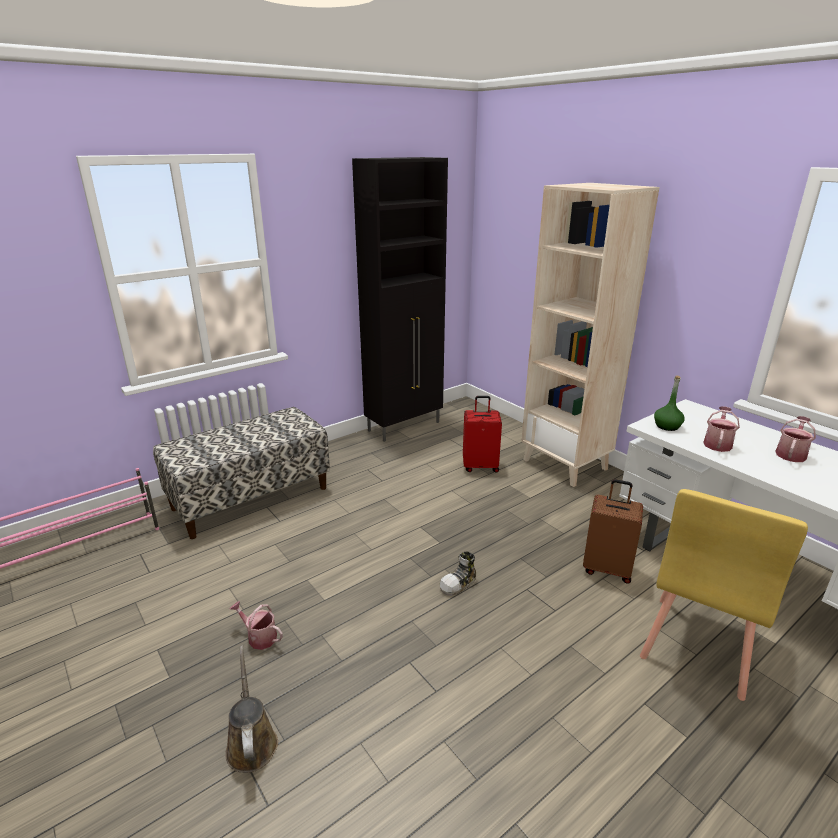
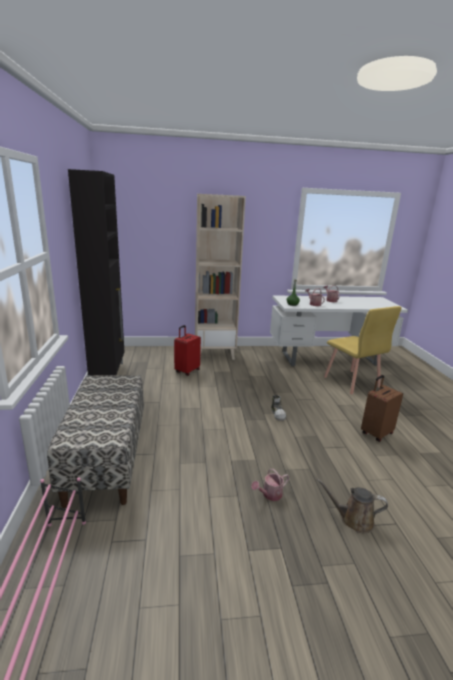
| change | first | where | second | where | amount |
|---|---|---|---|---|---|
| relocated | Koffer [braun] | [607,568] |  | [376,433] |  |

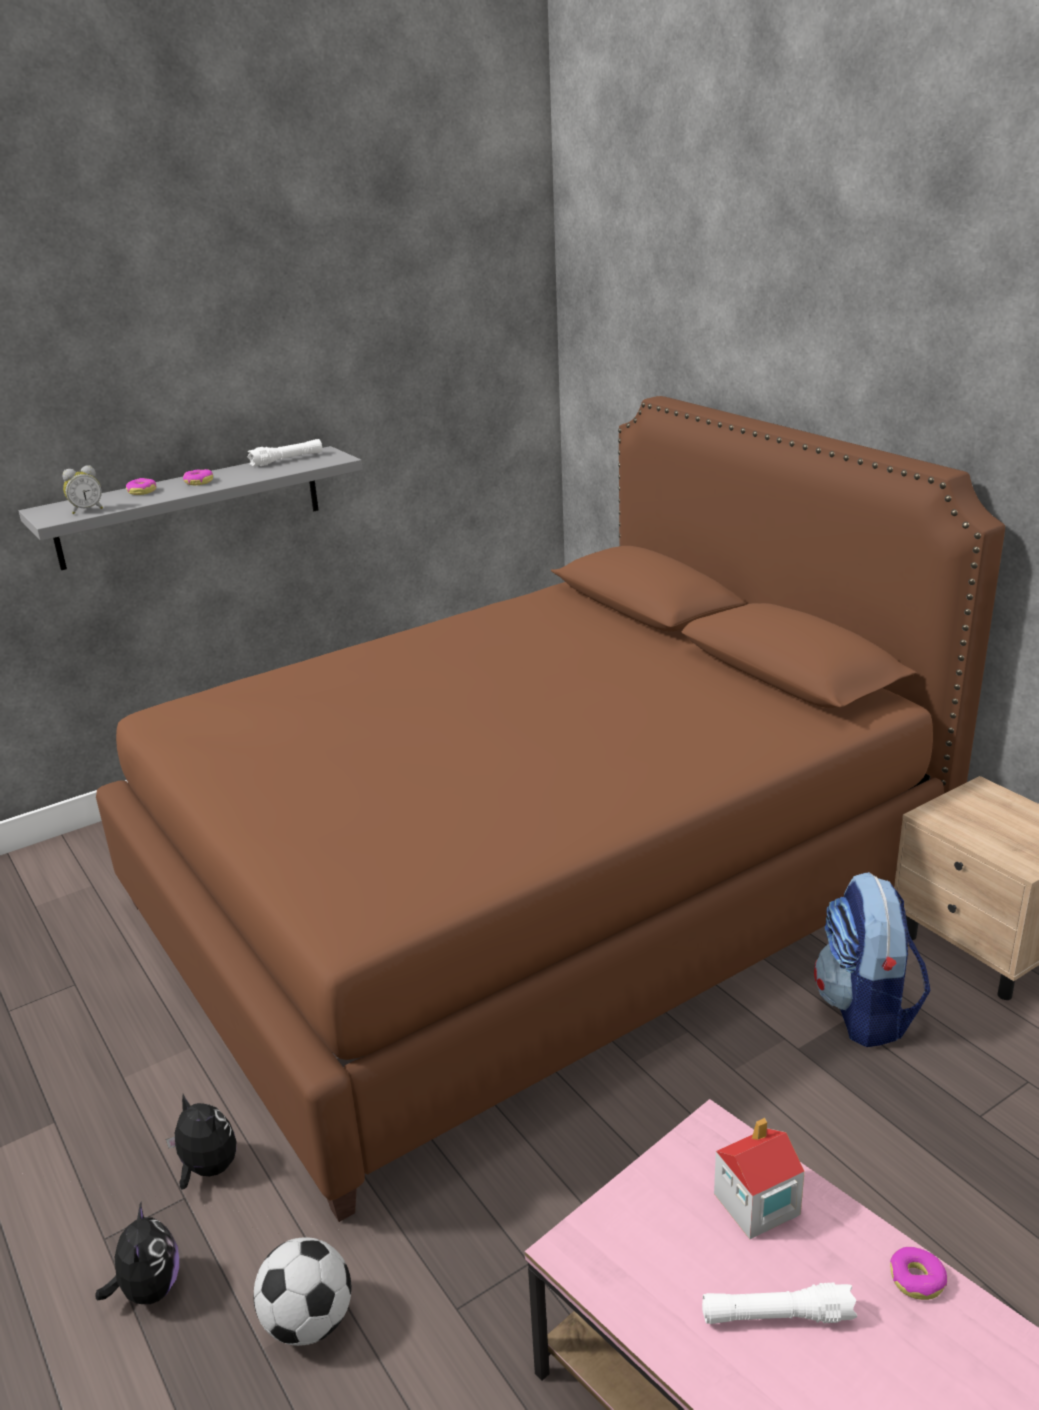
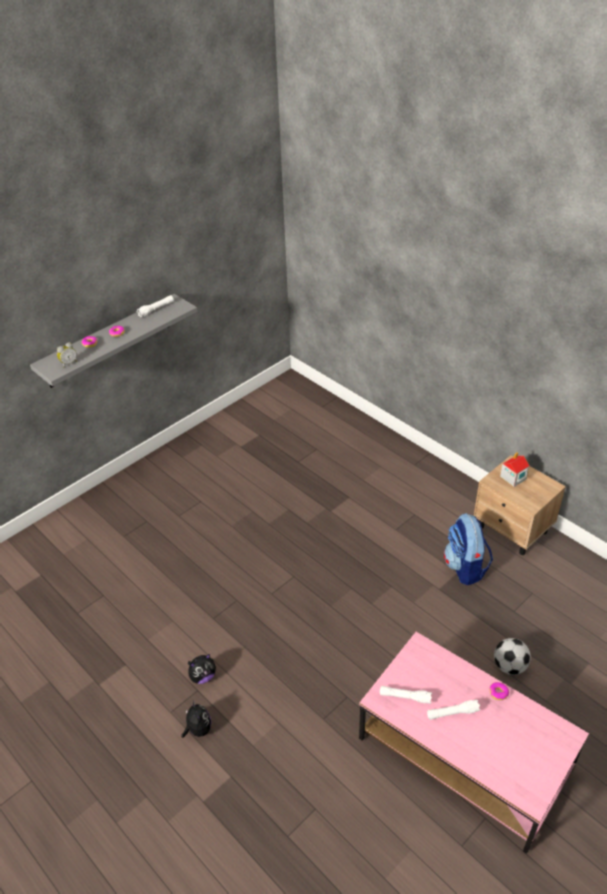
| change | first | where | second | where | amount |
|---|---|---|---|---|---|
| missing | Bett [braun] | [530,894] |  |  |  |
| appeared |  |  | Taschenlampe [weiß] | [405,697] |  |
| relocated | Fußball | [308,1322] |  | [509,666] |  |
| relocated | Spielzeughaus | [755,1204] |  | [513,478] |  |
| spun | Plüschtier | [207,1169] |  | [202,676] | 120 degrees clockwise |

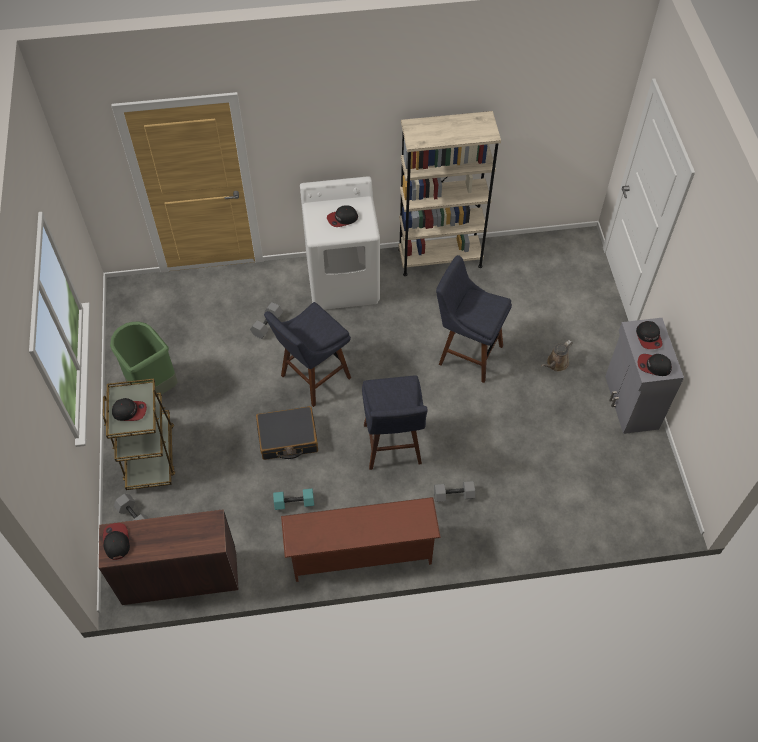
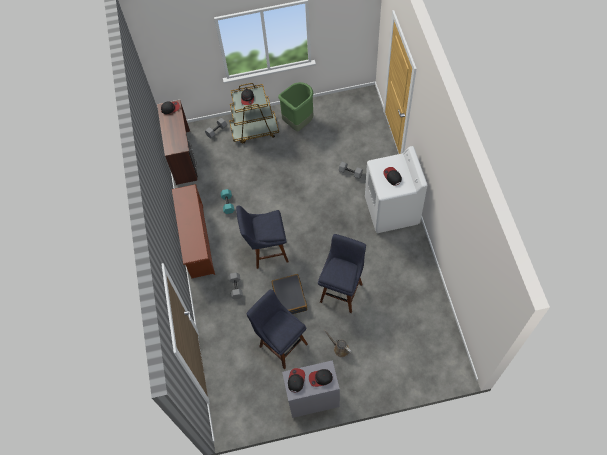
| change | first | where | second | where | amount |
|---|---|---|---|---|---|
| missing | Bücherregal [beige] | [440,258] |  |  |  |
| relocated | Koffer [schwarz] | [287,438] |  | [289,298] |  |
| relocated | Hocker [blau] | [312,379] |  | [281,343] |  |

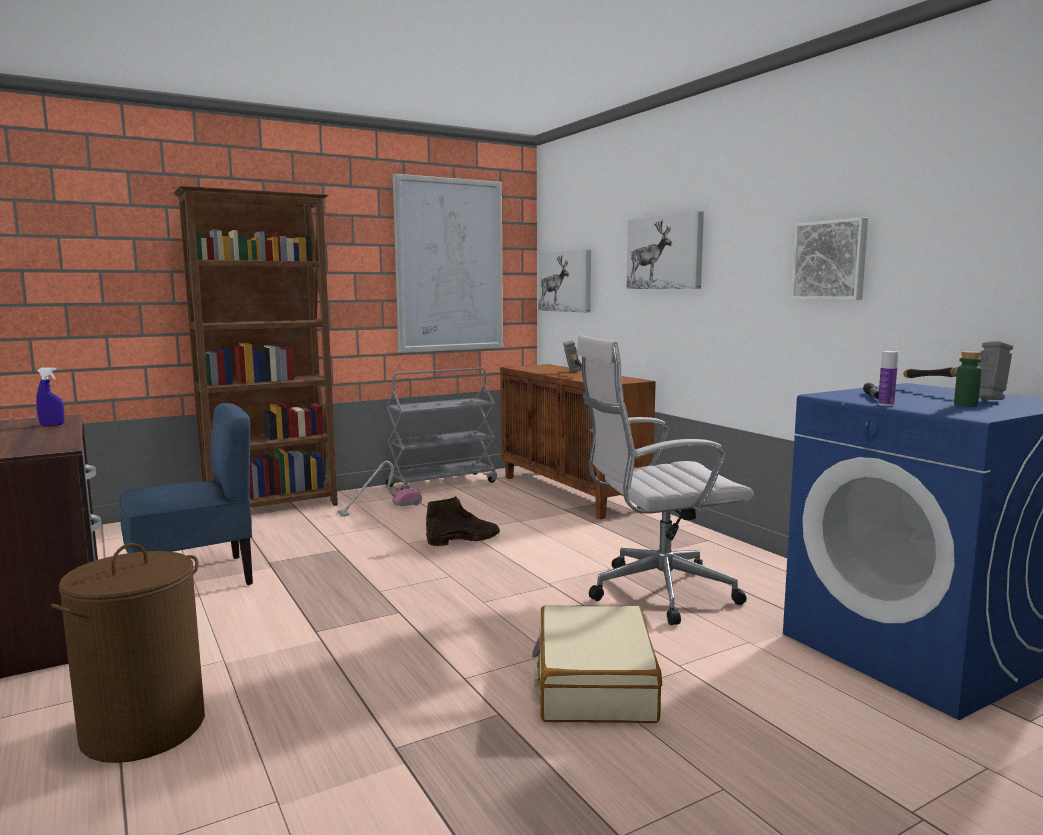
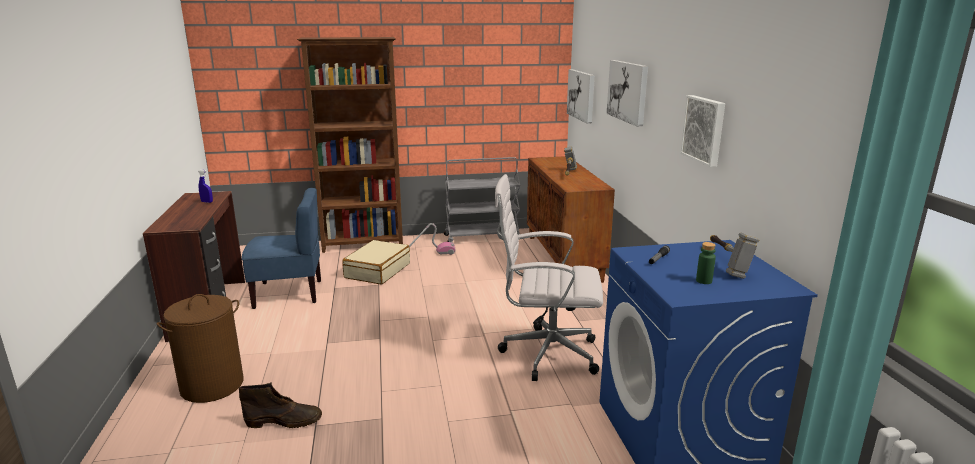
| change | first | where | second | where | amount |
|---|---|---|---|---|---|
| missing | Bild | [449,265] |  |  |  |
| missing | Flasche | [886,404] |  |  |  |
| relocated | Stiefel [braun] | [464,539] |  | [284,421] |  |
| relocated | Koffer [beige] | [593,683] |  | [377,270] |  |

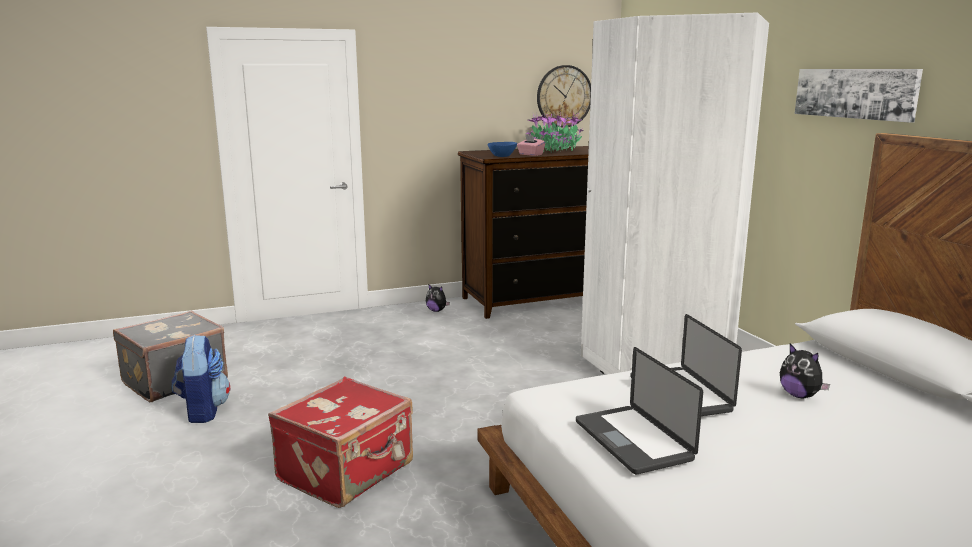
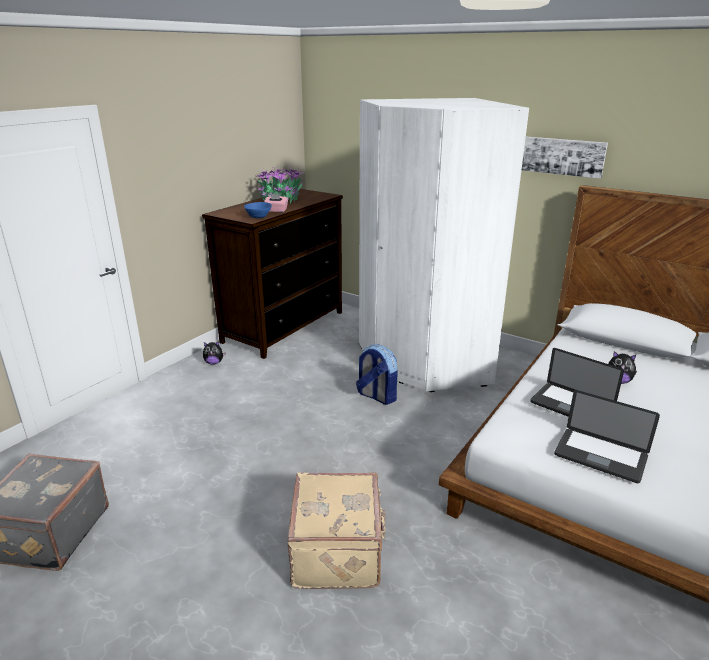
| change | first | where | second | where | amount |
|---|---|---|---|---|---|
| missing | Wanduhr | [564,96] |  |  |  |
| relocated | Rucksack | [202,411] |  | [376,396] |  |
| colour | Koffer [rot] | [348,472] | Koffer [beige] | [338,551] |  |

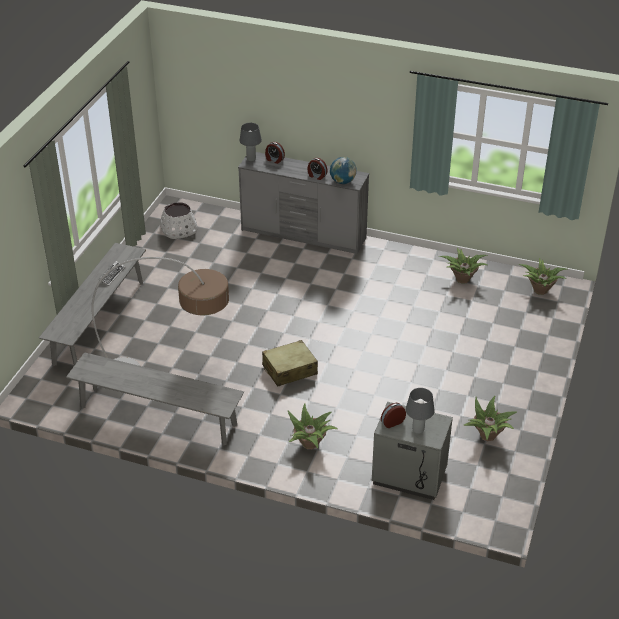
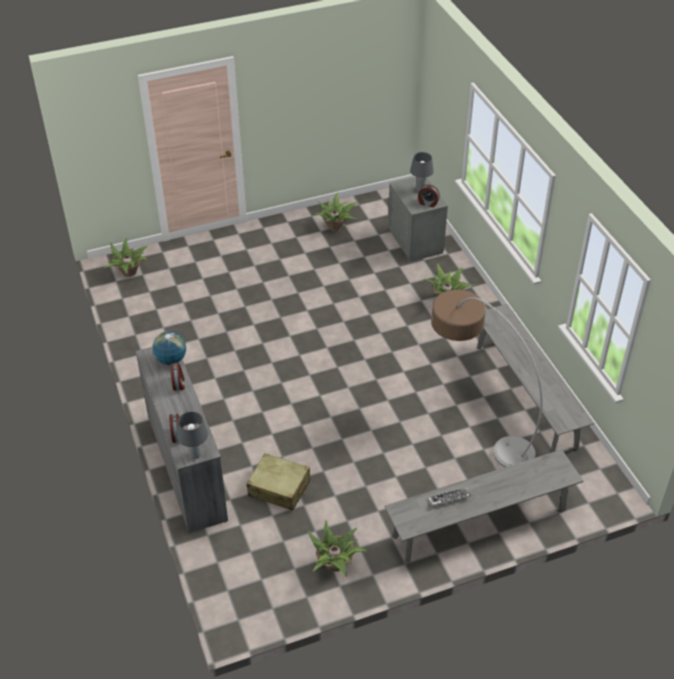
| change | first | where | second | where | amount |
|---|---|---|---|---|---|
| missing | Pflanzkübel [weiß] | [179,230] |  |  |  |
| relocated | Koffer [beige] | [289,370] |  | [279,488] |  |
| relocated | Topfpflanze | [462,279] |  | [335,565] |  |

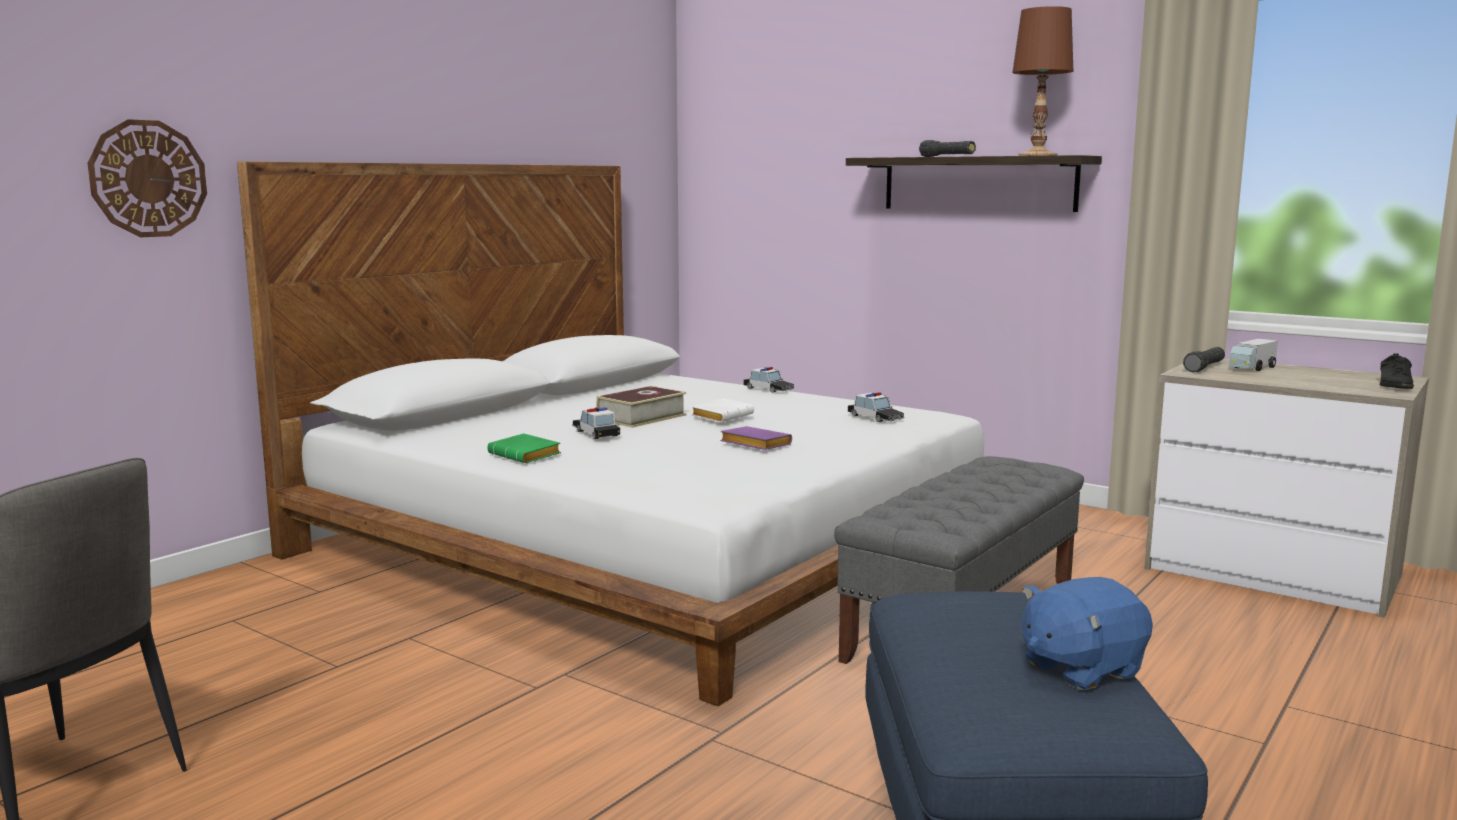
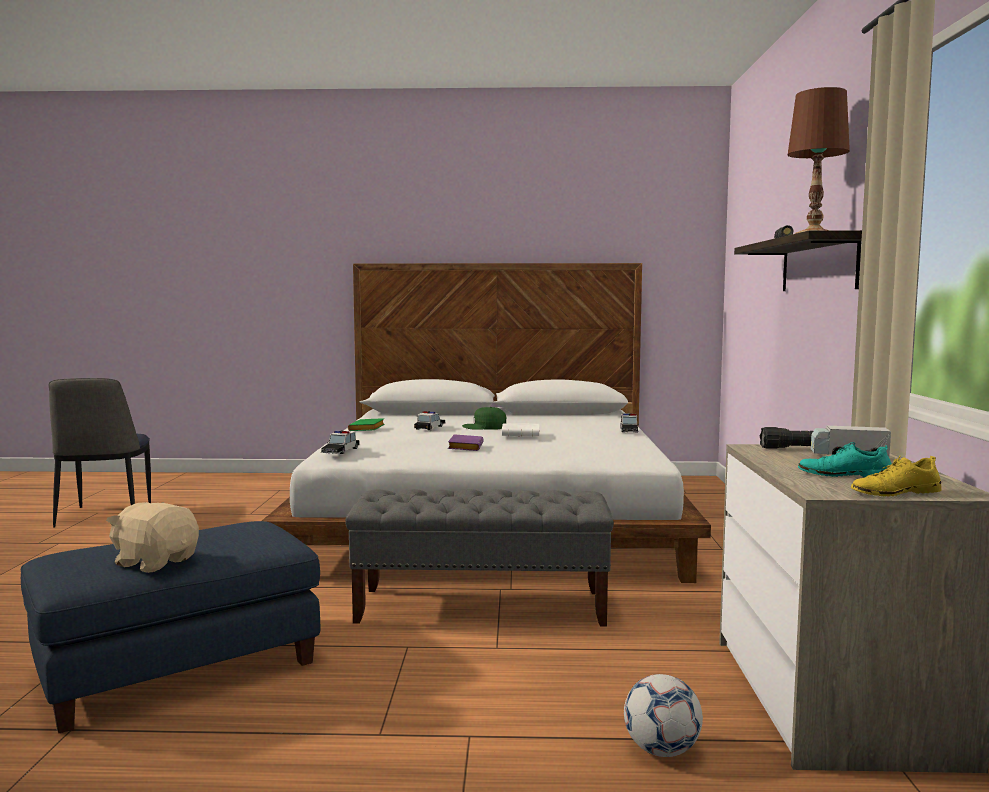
| change | first | where | second | where | amount |
|---|---|---|---|---|---|
| missing | Wanduhr | [148,179] |  |  |  |
| appeared |  |  | Fußball | [661,750] |  |
| appeared |  |  | Schuh [türkis] | [845,475] |  |
| relocated | Spielzeugauto | [875,418] |  | [340,451] |  |
| exchanged | Buch | [641,417] | Kappe [grün] | [485,427] |  |
| colour | Plüschtier [blau] | [1080,668] | Plüschtier [beige] | [156,562] |  |
| colour | Schuh [schwarz] | [1395,385] | Schuh [gelb] | [895,492] |  |

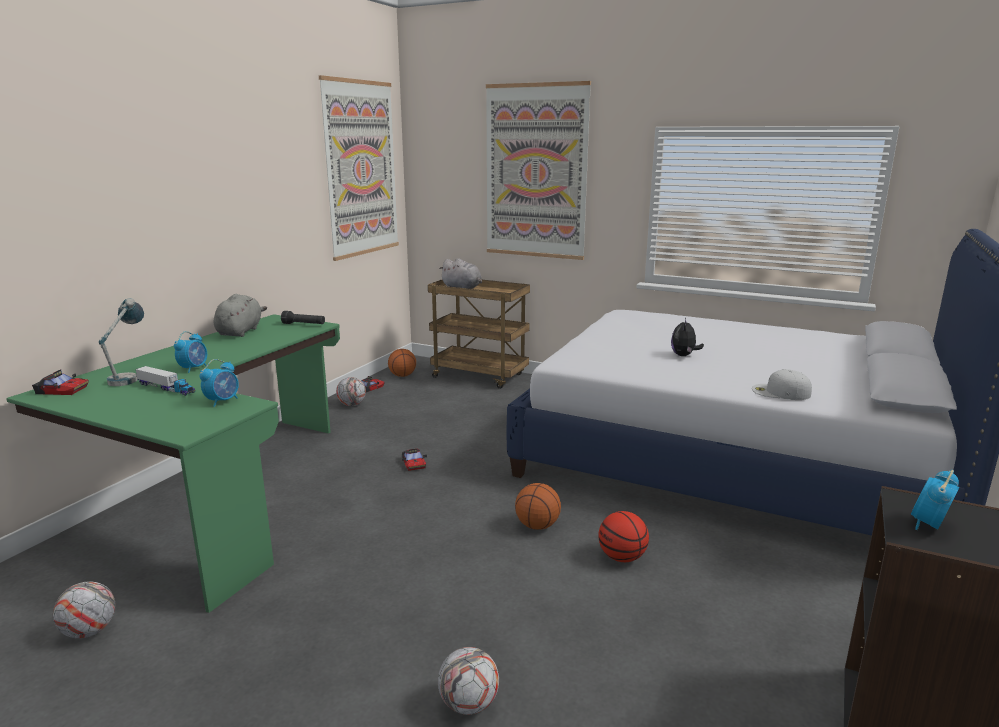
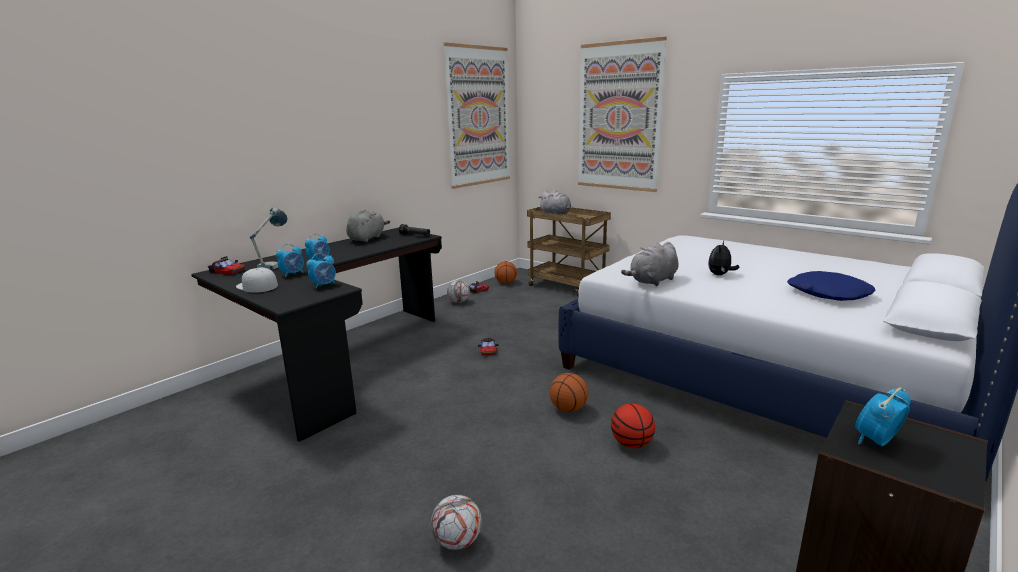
| change | first | where | second | where | amount |
|---|---|---|---|---|---|
| missing | Fußball | [89,631] |  |  |  |
| appeared |  |  | Plüschtier [grau] | [652,281] |  |
| appeared |  |  | Kissen [blau] | [828,294] |  |
| relocated | Kappe [weiß] | [780,392] |  | [256,286] |  |
| exchanged | Spielzeuglaster | [166,388] | Wecker | [293,274] |  |
| colour | Schreibtisch [grün] | [218,498] | Schreibtisch [schwarz] | [337,361] |  |

